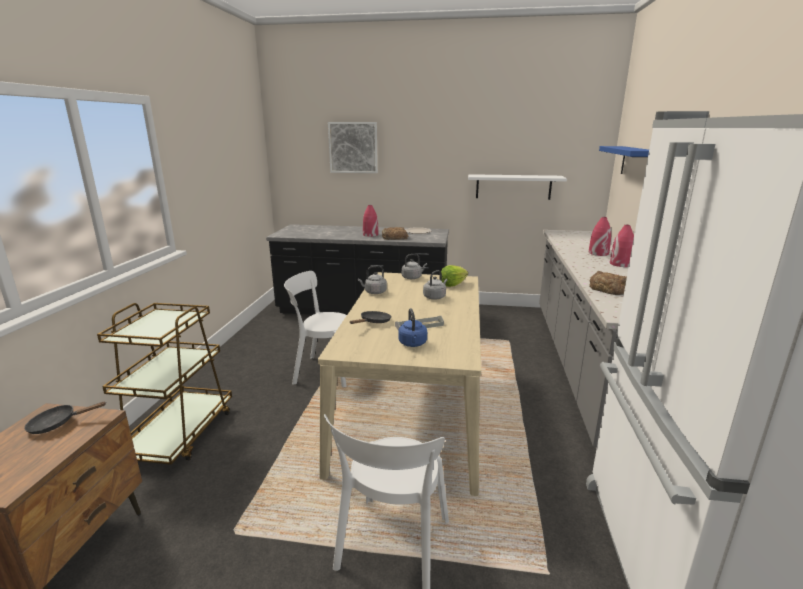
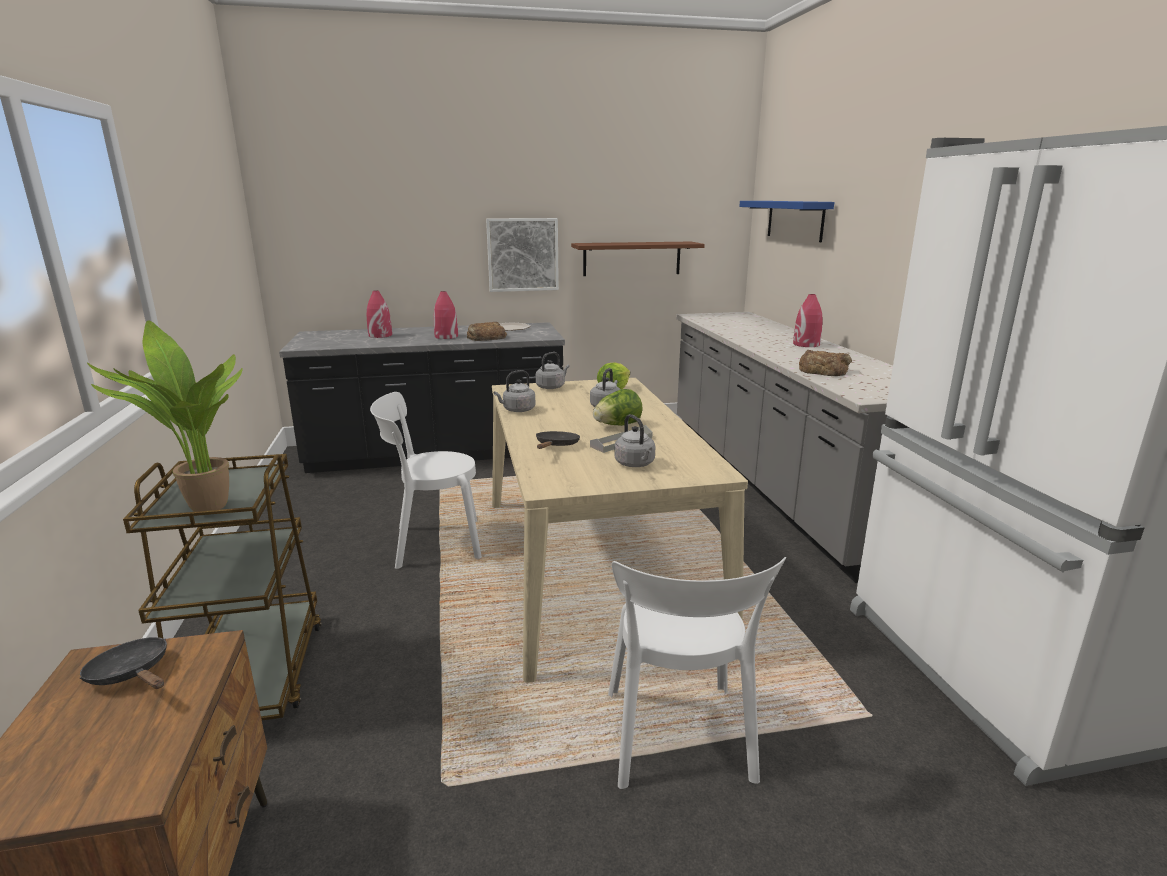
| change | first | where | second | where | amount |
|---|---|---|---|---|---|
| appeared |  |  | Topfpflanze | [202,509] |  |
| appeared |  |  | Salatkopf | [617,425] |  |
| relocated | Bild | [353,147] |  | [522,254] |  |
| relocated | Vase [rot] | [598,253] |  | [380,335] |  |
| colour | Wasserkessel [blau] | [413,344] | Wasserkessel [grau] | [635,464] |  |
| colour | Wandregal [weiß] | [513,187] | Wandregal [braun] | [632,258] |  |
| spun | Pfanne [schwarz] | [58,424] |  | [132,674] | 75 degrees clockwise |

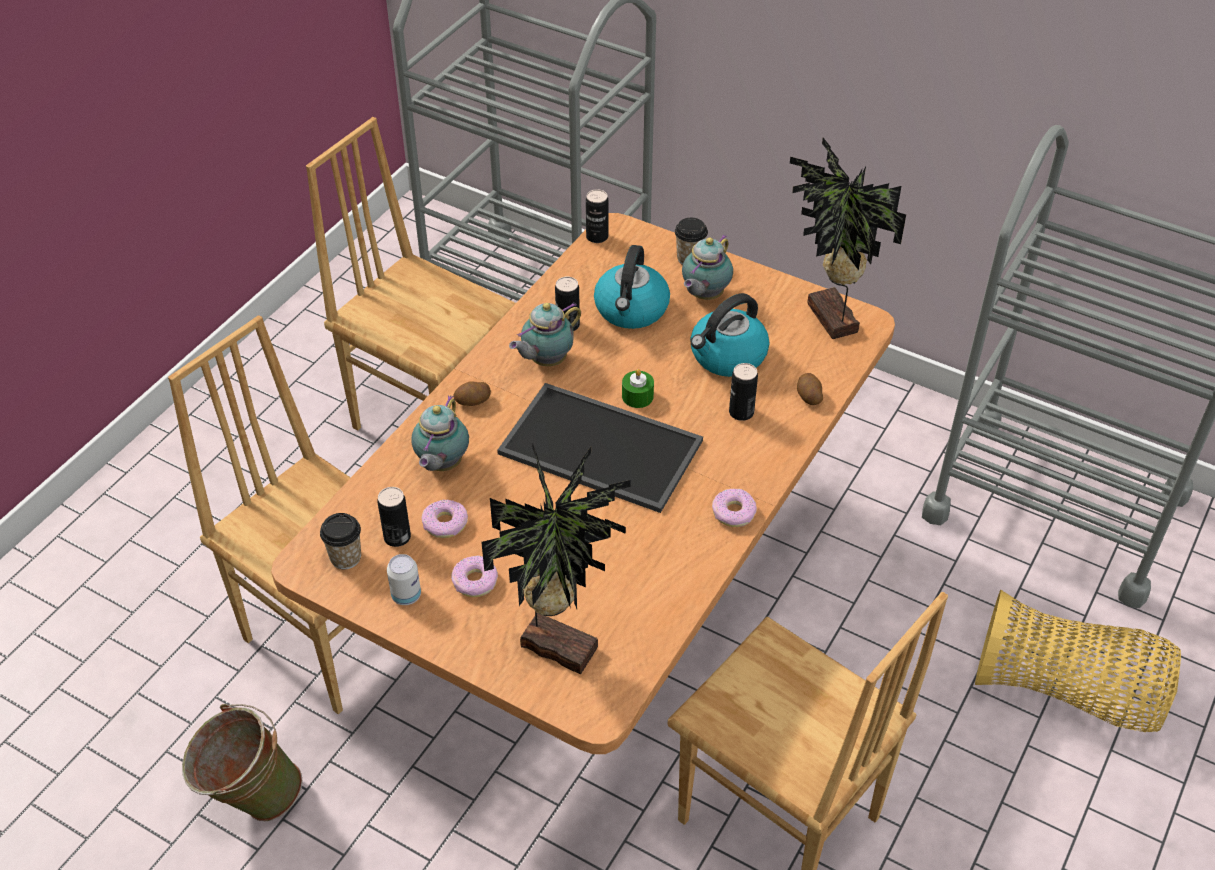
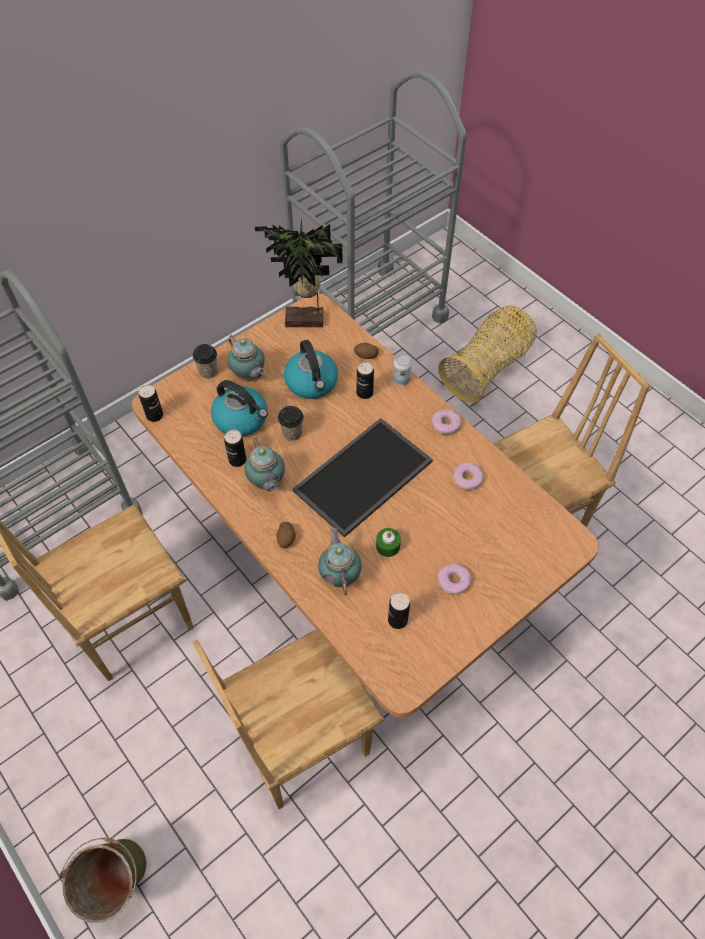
| change | first | where | second | where | amount |
|---|---|---|---|---|---|
| missing | Topfpflanze | [560,643] |  |  |  |
| relocated | Eimer [grün] | [250,798] |  | [117,885] |  |
| relocated | Tasse | [345,557] |  | [292,433] |  |
| relocated | Dose | [406,595] |  | [401,379] |  |
| relocated | Donut | [445,524] |  | [467,479] |  |
| relocated | Kerze [grün] | [637,396] |  | [388,546] |  |
| spun | Teekanne | [441,465] |  | [340,575] | 135 degrees counterclockwise |

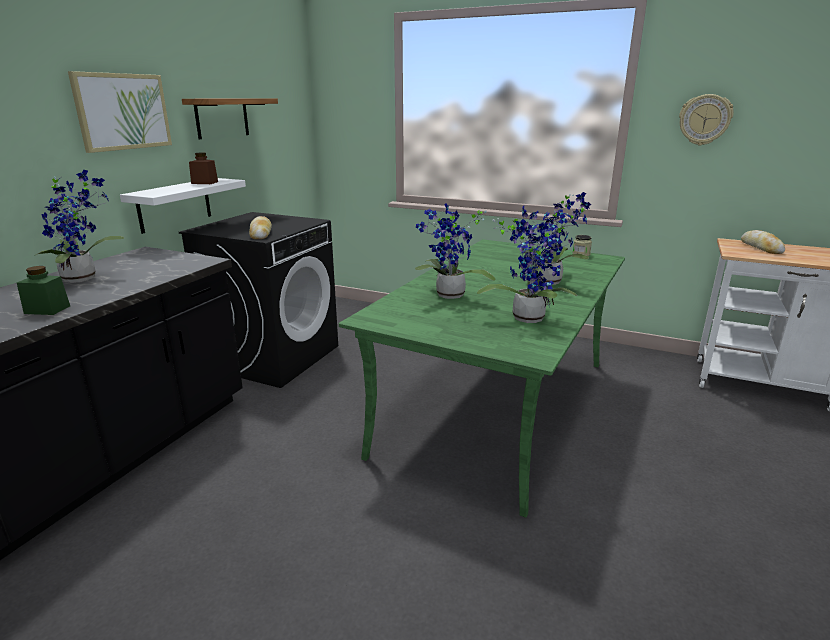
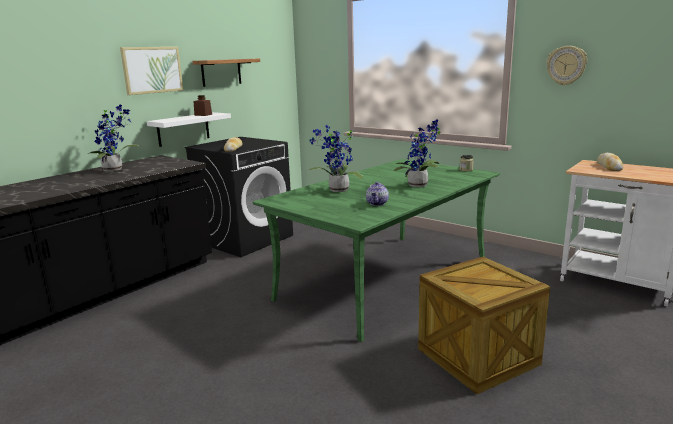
| change | first | where | second | where | amount |
|---|---|---|---|---|---|
| missing | Vorratsglas [grün] | [47,309] |  |  |  |
| appeared |  |  | Kiste | [477,356] |  |
| exchanged | Topfpflanze | [526,316] | Teekanne | [377,203] |  |

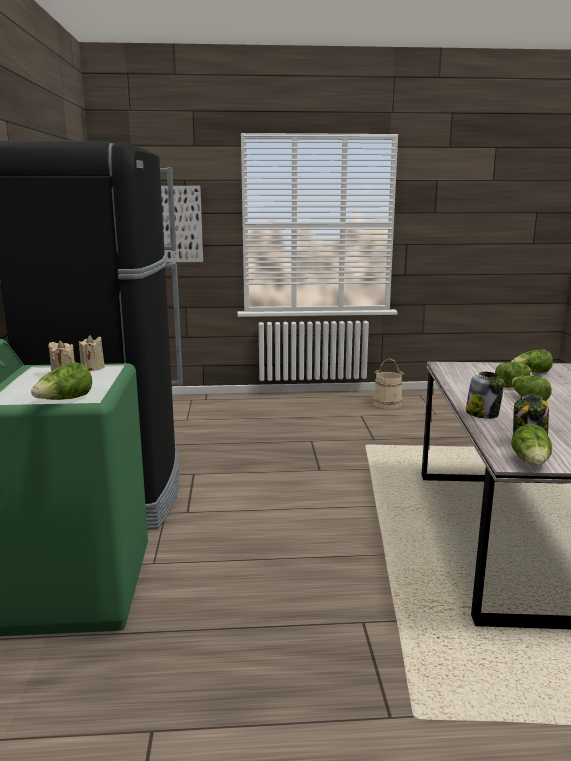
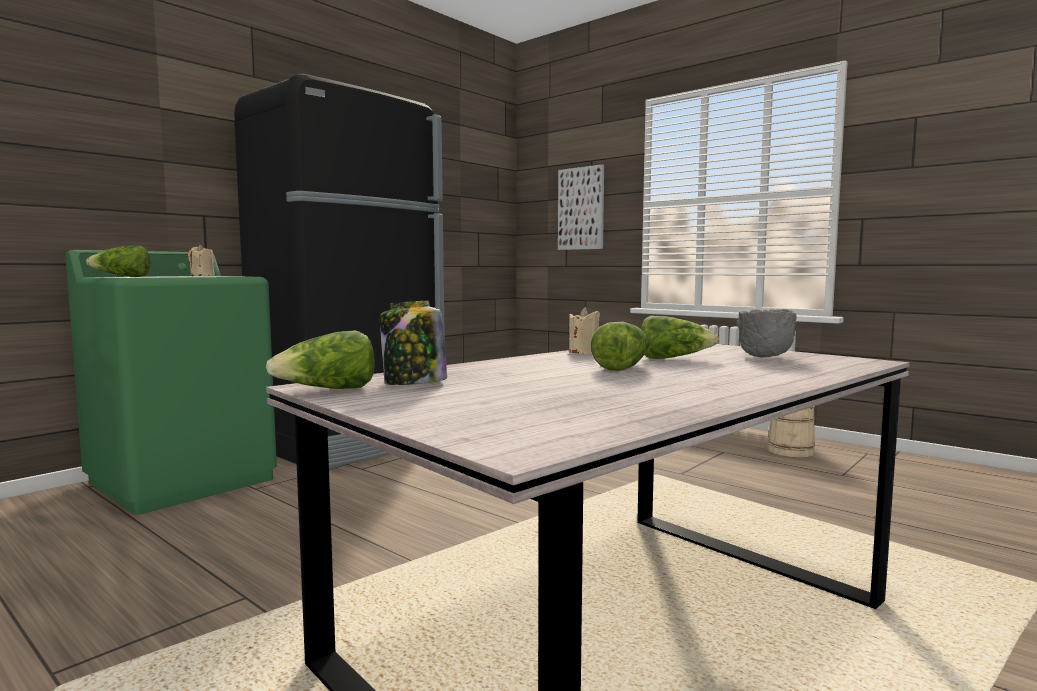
| change | first | where | second | where | amount |
|---|---|---|---|---|---|
| missing | Vorratsglas | [483,414] |  |  |  |
| relocated | Kerze [beige] | [92,368] |  | [583,352] |  |
| exchanged | Salatkopf | [531,372] | Schüssel [grau] | [766,357] |  |

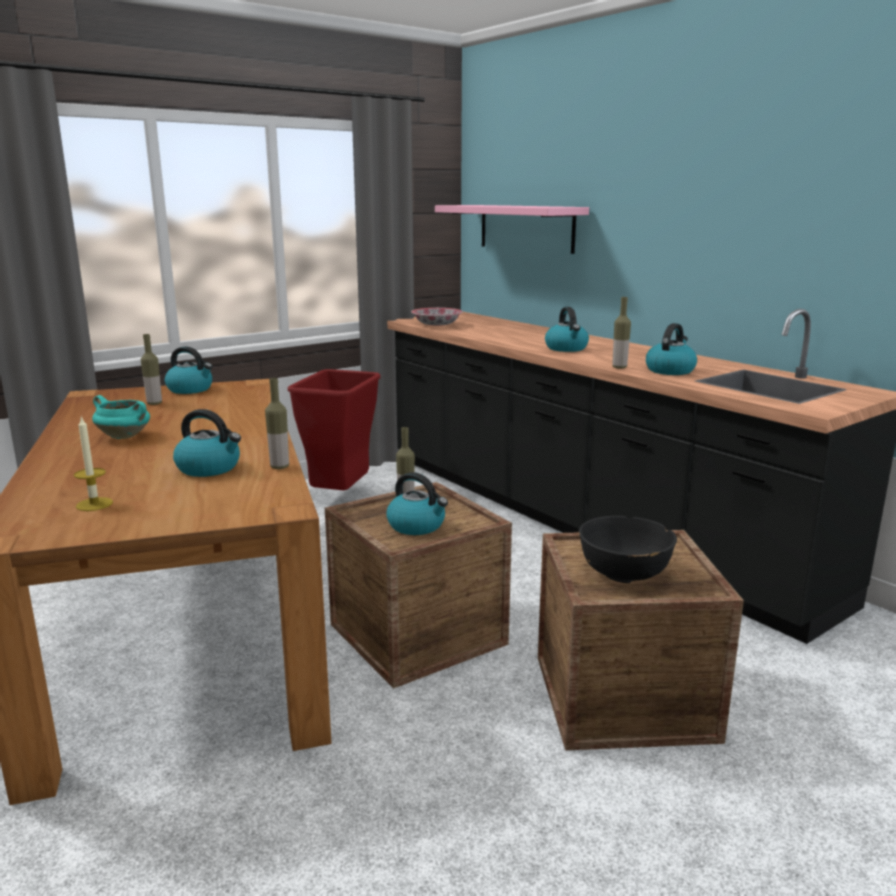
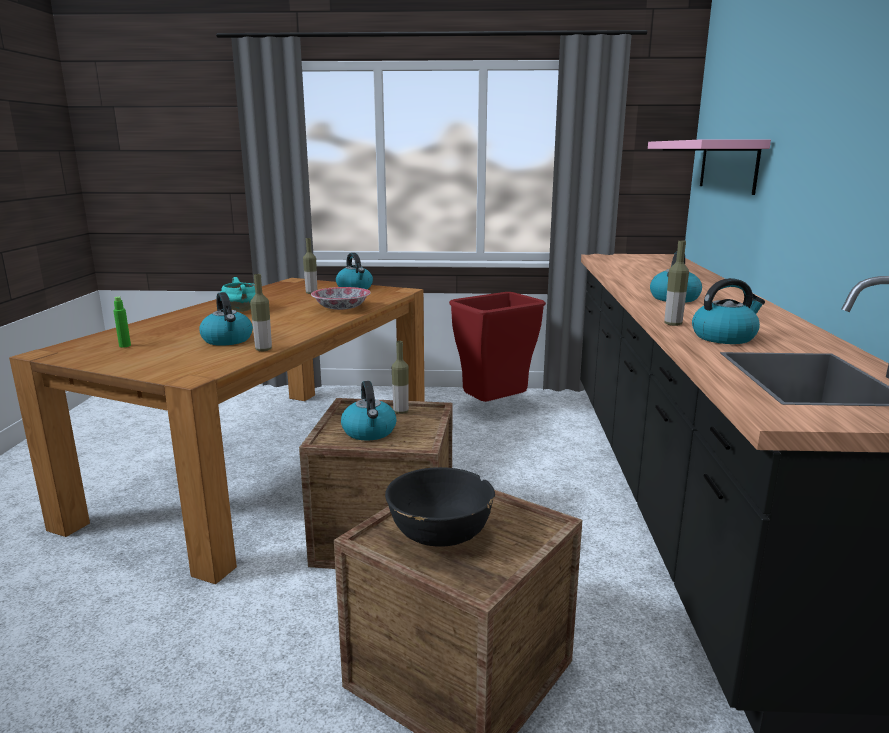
| change | first | where | second | where | amount |
|---|---|---|---|---|---|
| relocated | Schüssel | [436,325] |  | [341,308] |  |
| exchanged | Kerze | [94,504] | Flasche [grün] | [125,346] |  |

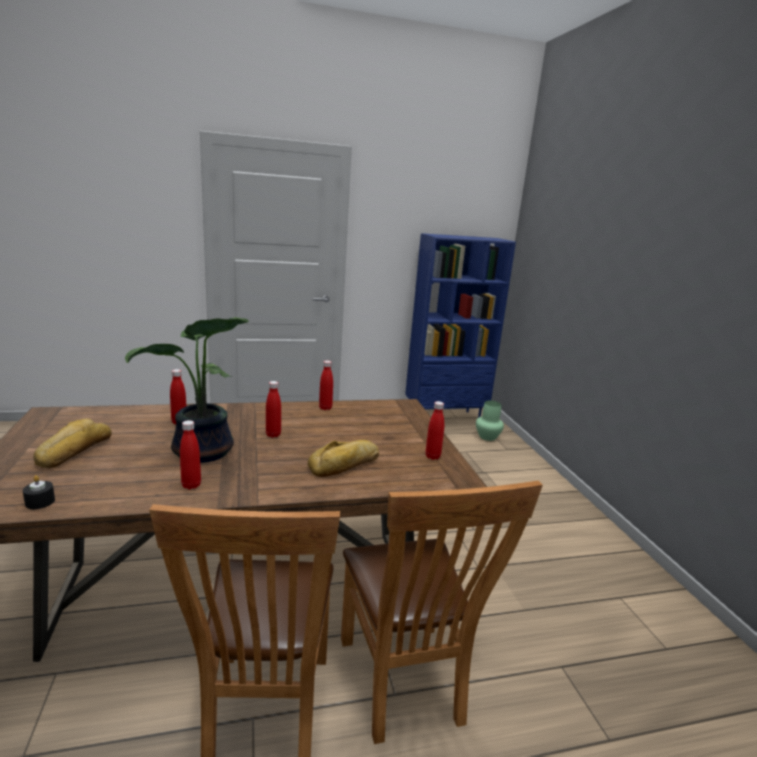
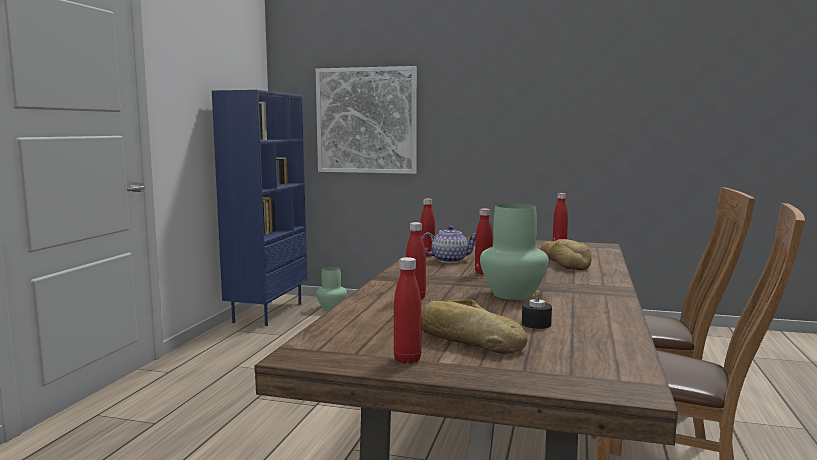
| change | first | where | second | where | amount |
|---|---|---|---|---|---|
| appeared |  |  | Bild | [366,120] |  |
| appeared |  |  | Teekanne | [449,260] |  |
| relocated | Kerze [schwarz] | [40,502] |  | [536,324] |  |
| relocated | Flasche [rot] | [191,485] |  | [407,359] |  |
| exchanged | Topfpflanze | [202,453] | Vase [grün] | [514,294] |  |

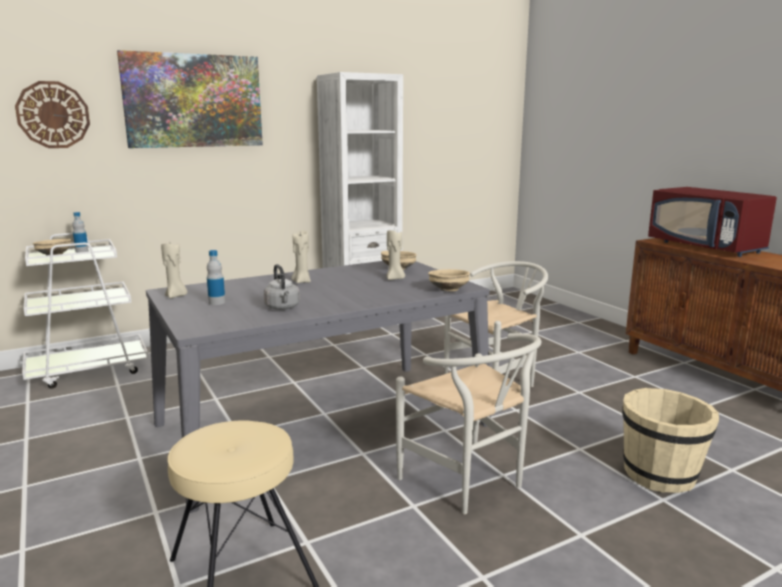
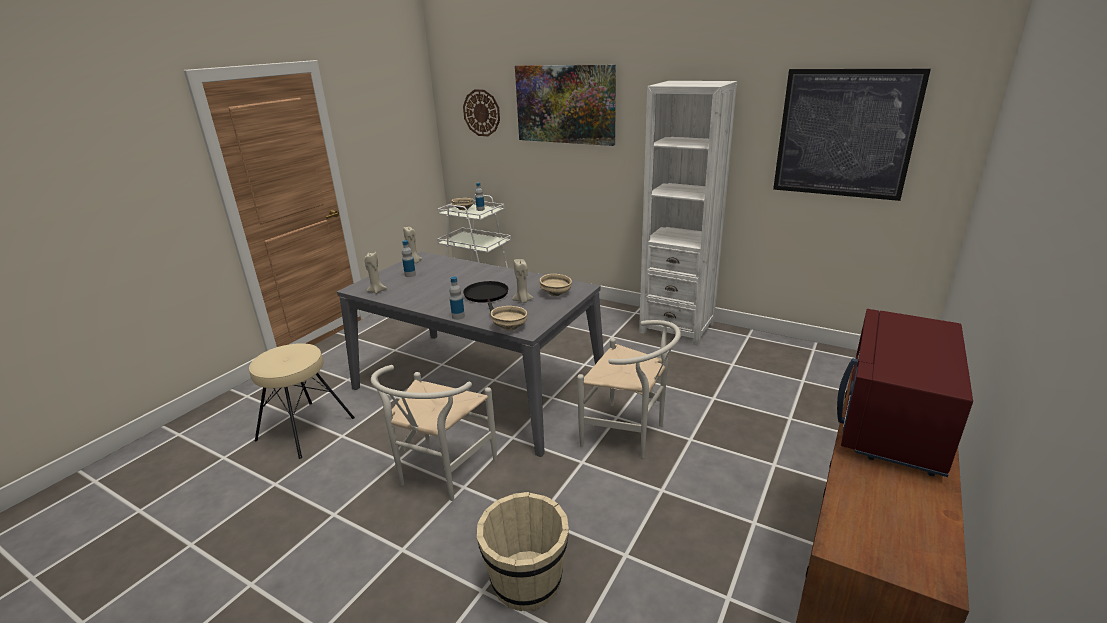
| change | first | where | second | where | amount |
|---|---|---|---|---|---|
| missing | Wasserkessel [grau] | [282,308] |  |  |  |
| appeared |  |  | Flasche | [458,316] |  |
| appeared |  |  | Pfanne [schwarz] | [487,296] |  |
| appeared |  |  | Bild | [844,134] |  |
| relocated | Kerze [beige] | [301,281] |  | [376,291] |  |

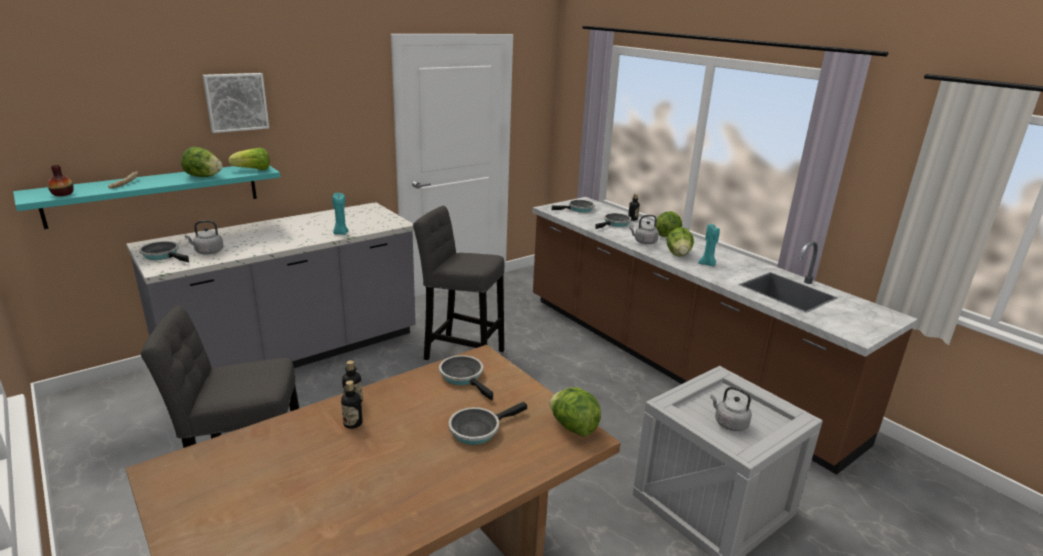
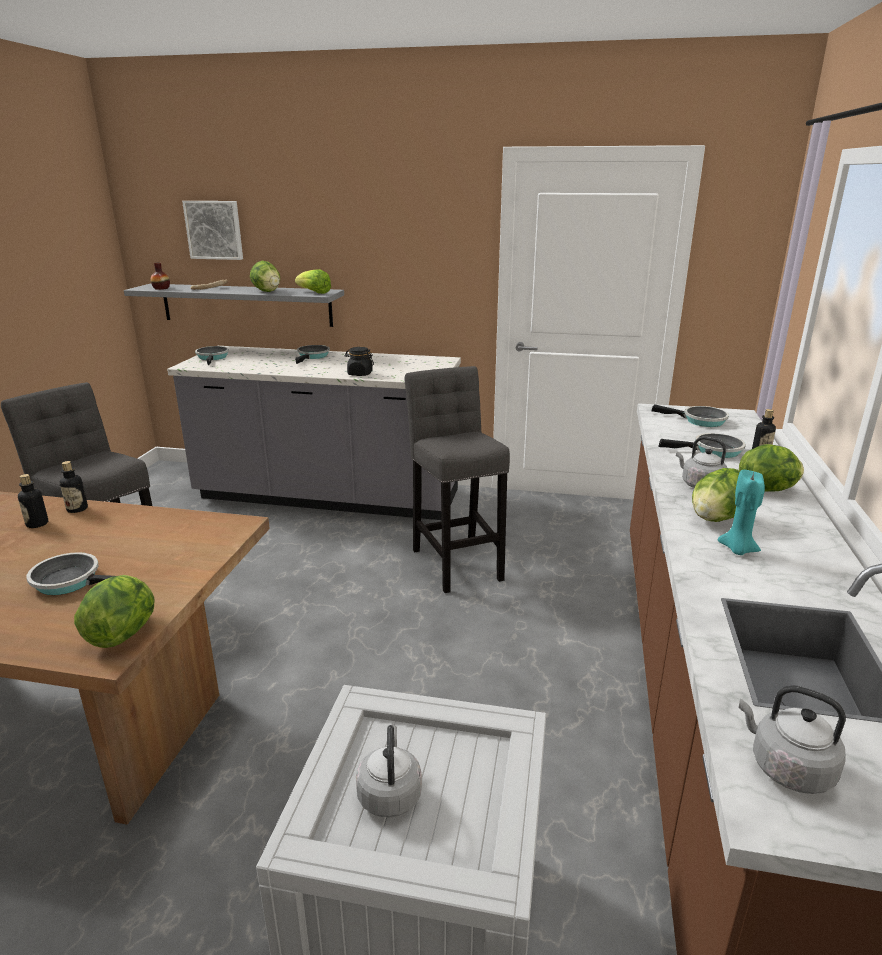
| change | first | where | second | where | amount |
|---|---|---|---|---|---|
| relocated | Wasserkessel [grau] | [207,252] |  | [786,768] |  |
| relocated | Bild | [236,102] |  | [214,230] |  |
| relocated | Pfanne | [464,377] |  | [313,356] |  |
| exchanged | Kerze [türkis] | [340,233] | Vorratsglas [schwarz] | [360,374] |  |
| colour | Wandregal [türkis] | [155,194] | Wandregal [grau] | [246,305] |  |

